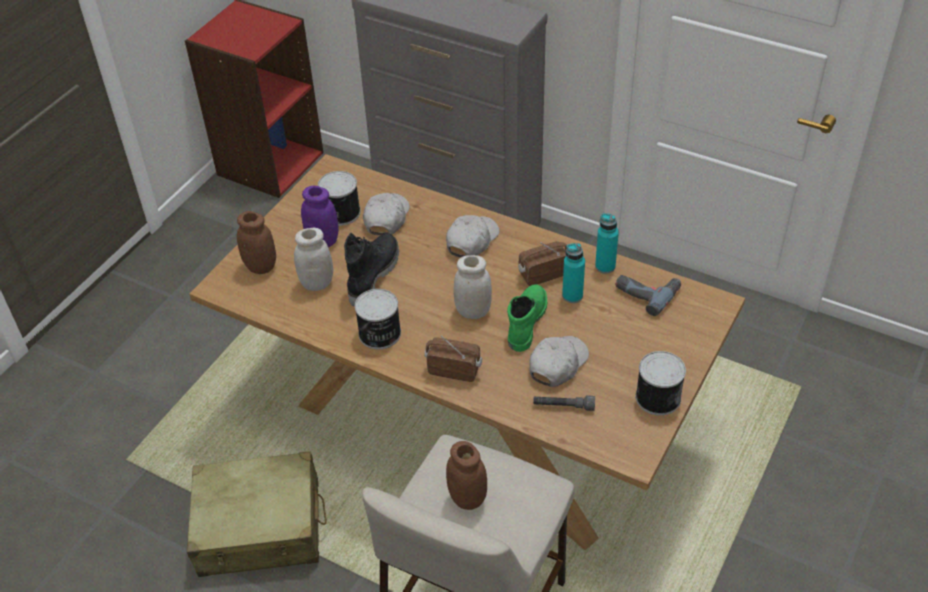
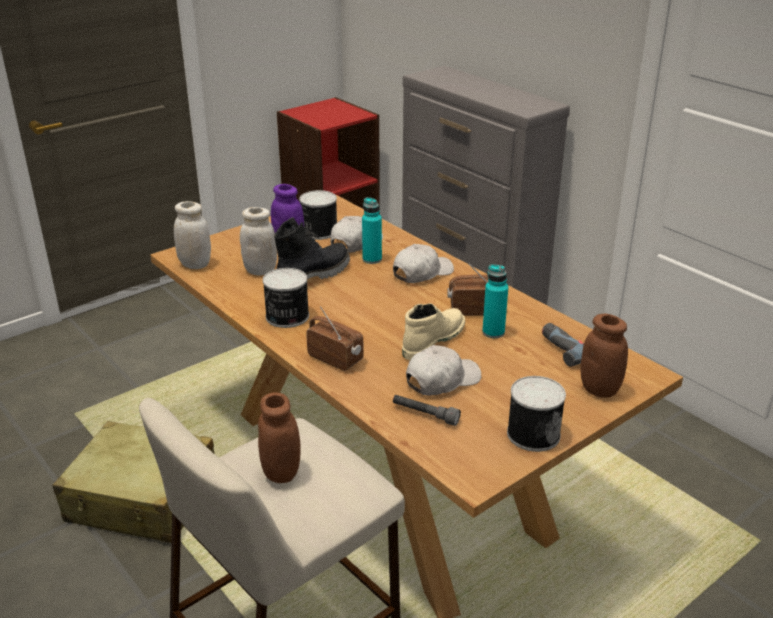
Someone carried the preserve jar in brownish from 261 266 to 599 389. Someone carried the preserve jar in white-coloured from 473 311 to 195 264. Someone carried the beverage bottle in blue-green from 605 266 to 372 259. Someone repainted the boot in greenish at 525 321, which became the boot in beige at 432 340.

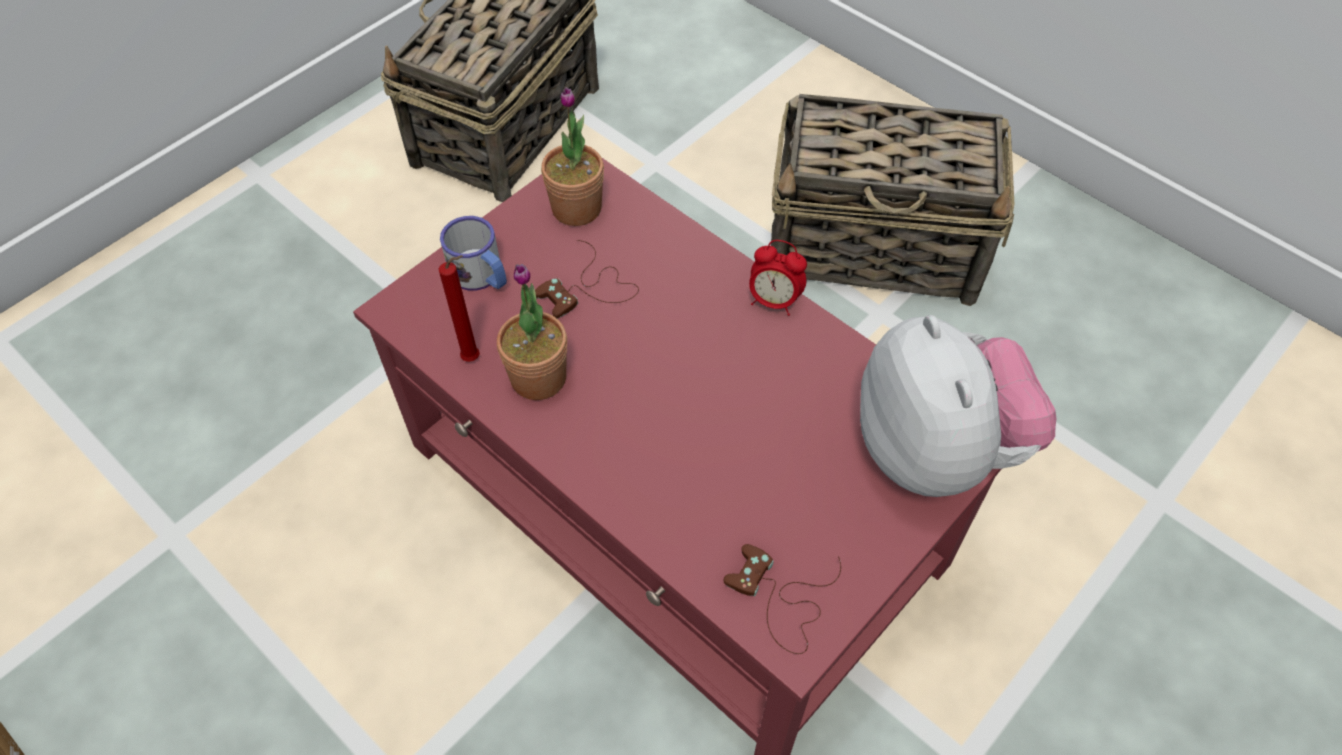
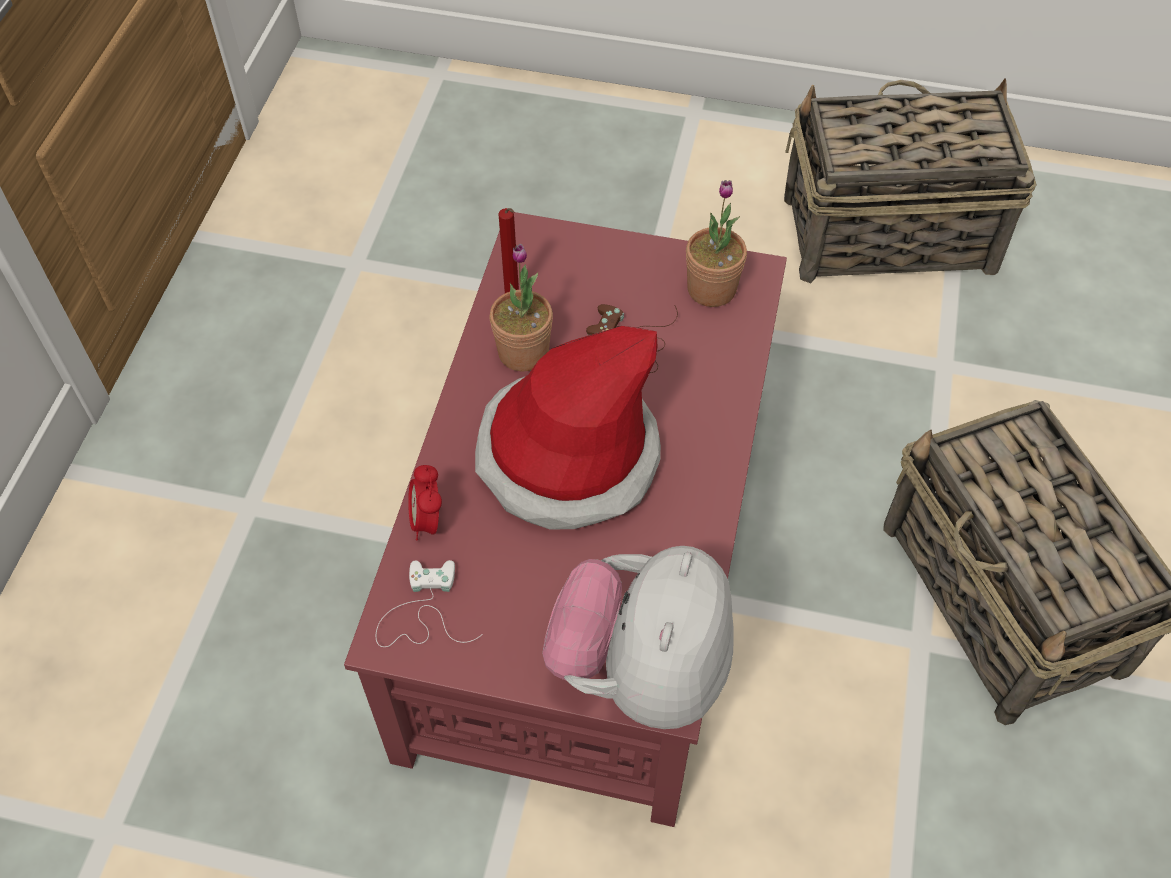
Someone took away the mug at 481 276. Someone put down the wearable hat at 568 456. Someone carried the alarm clock from 773 301 to 428 521. Someone repainted the game controller in brownish at 781 599, which became the game controller in white-coloured at 422 612. Someone rotated the plush toy at 936 450 by 150 degrees clockwise.

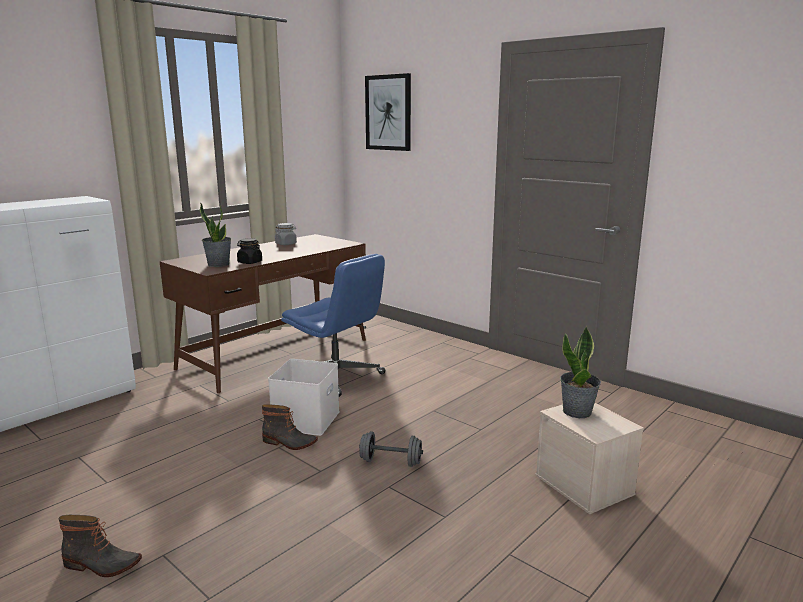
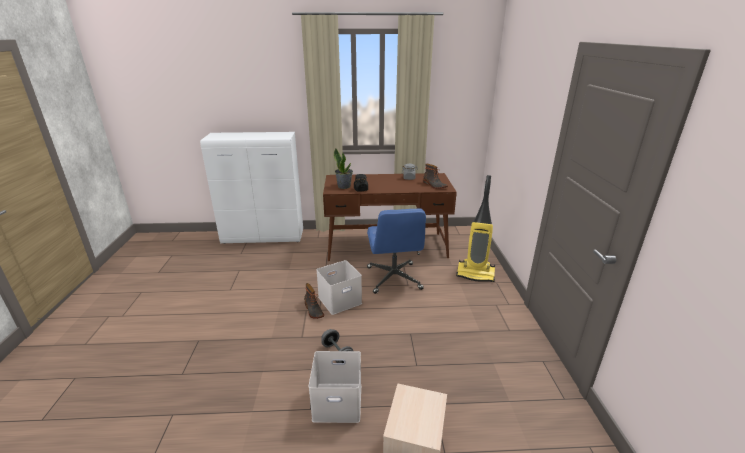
Someone took away the wall picture at 388 112. Someone took away the plant in a pot at 577 412. Someone put down the storage container in white-coloured at 336 403. Someone put down the hoover at 475 274. Someone carried the boot from 101 565 to 434 186.

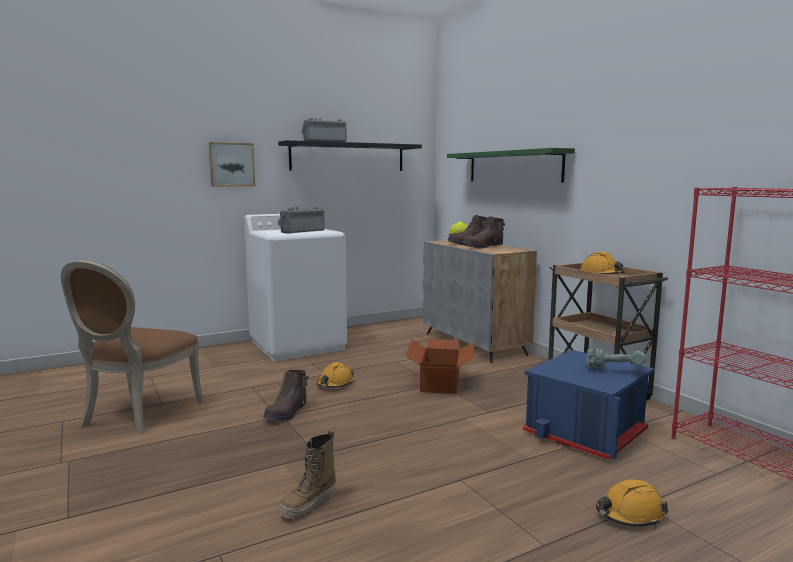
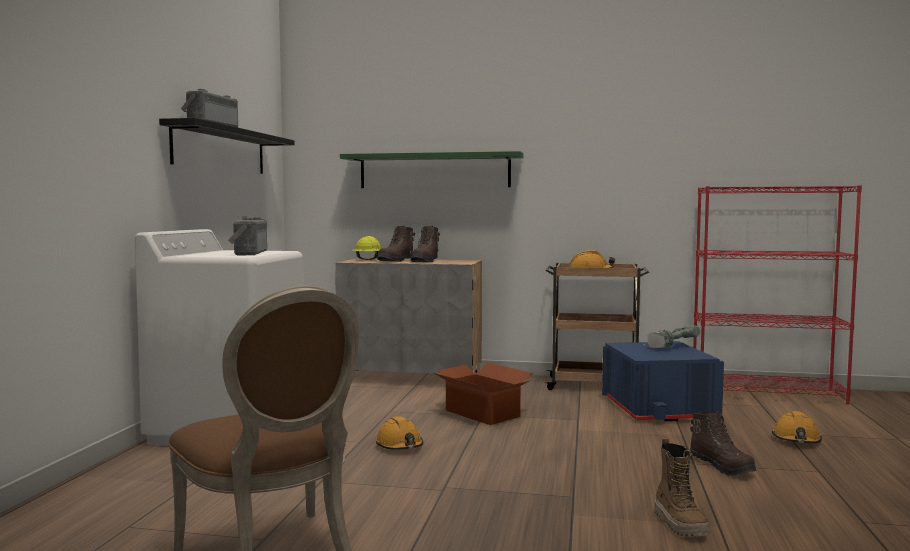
Someone took away the wall picture at 231 164. Someone carried the boot in brownish from 287 413 to 722 466.

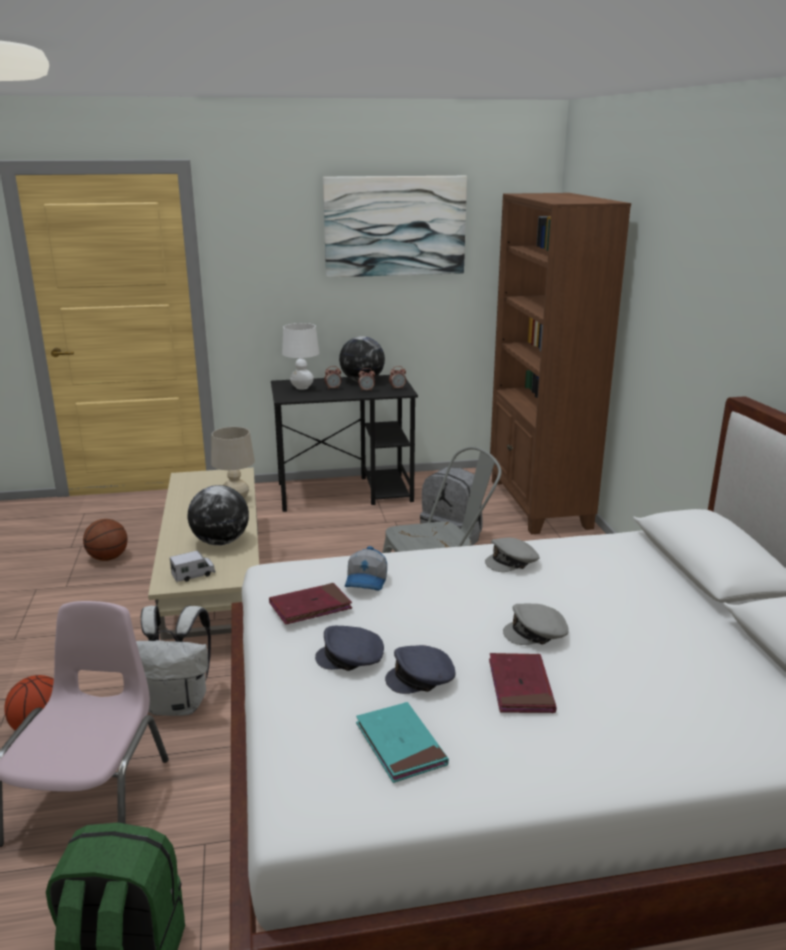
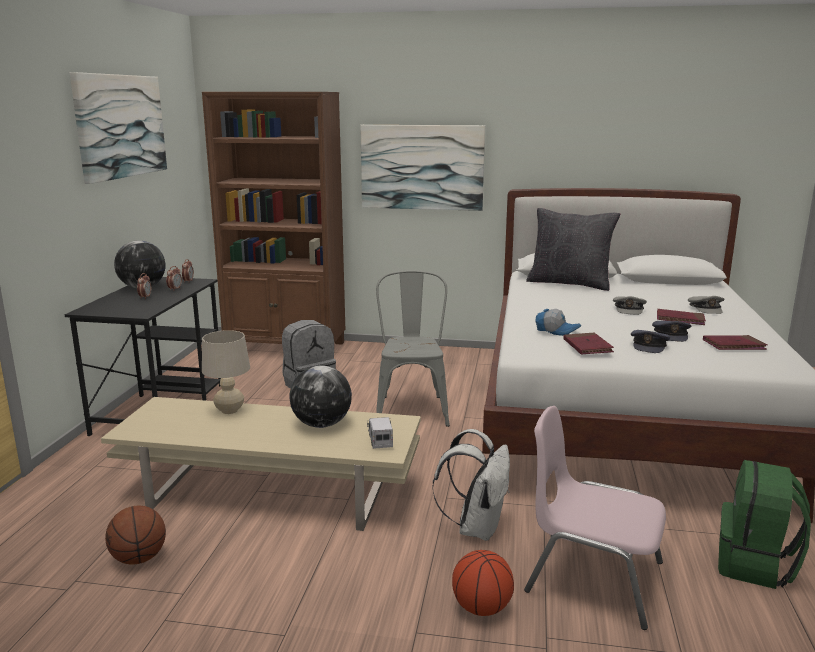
Someone took away the lamp for a table in white-coloured at 302 387. Someone put up the wall picture at 422 167. Someone put down the pillow in black-coloured at 569 283. Someone carried the baseball cap in grey from 512 561 to 705 308. Someone repainted the bound book in blue-green at 400 745, which became the bound book in red at 734 345.

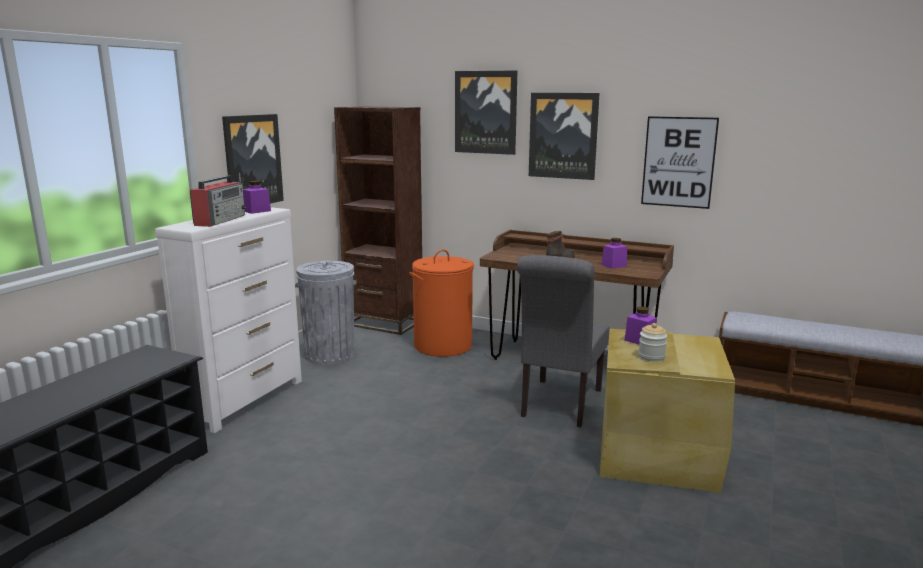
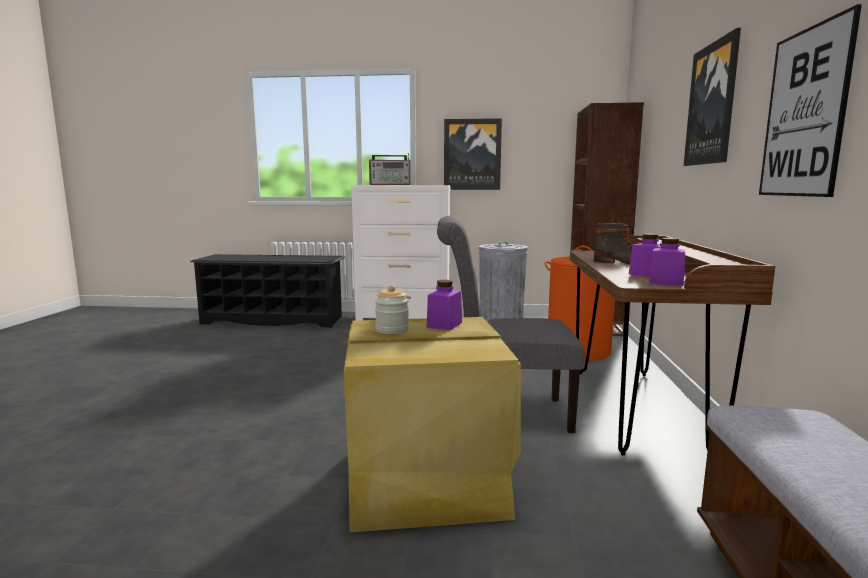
Someone took away the wall picture at 486 112. Someone carried the preserve jar in purple from 257 211 to 666 282.

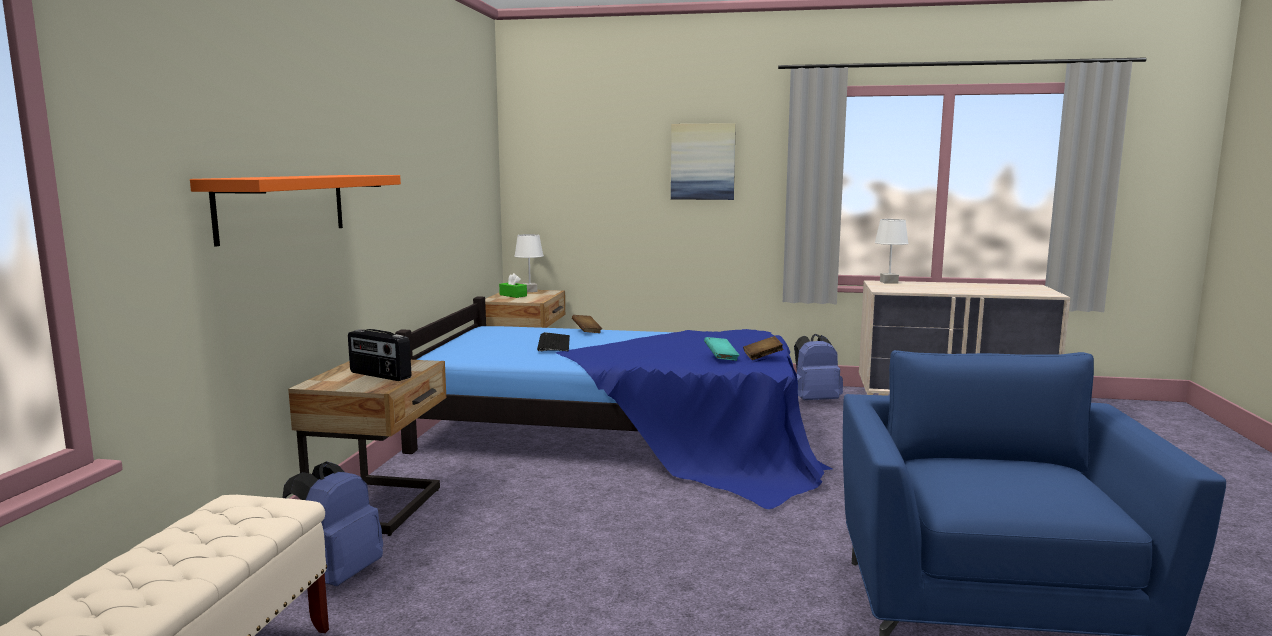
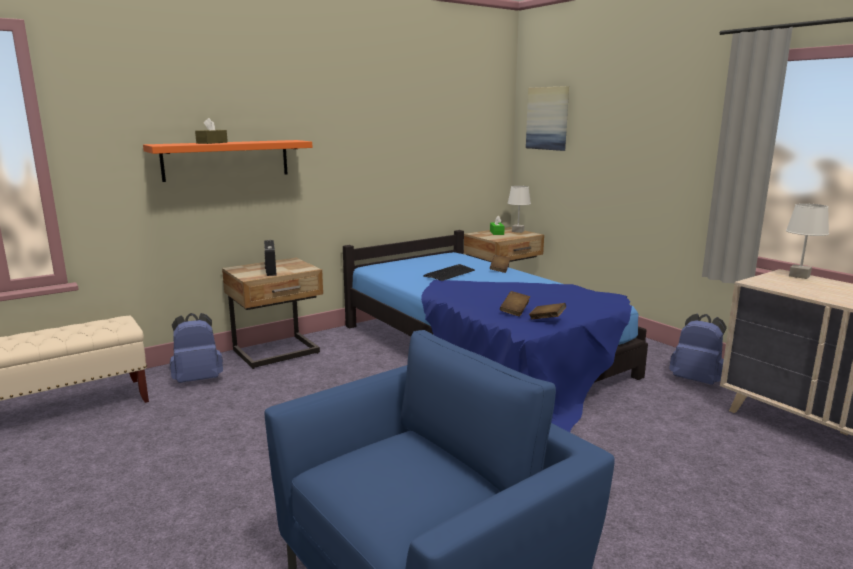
Someone put down the tissue holder in brownish at 212 143. Someone carried the wall picture from 703 162 to 547 118. Someone repainted the bound book in blue-green at 721 358, which became the bound book in brownish at 514 311.

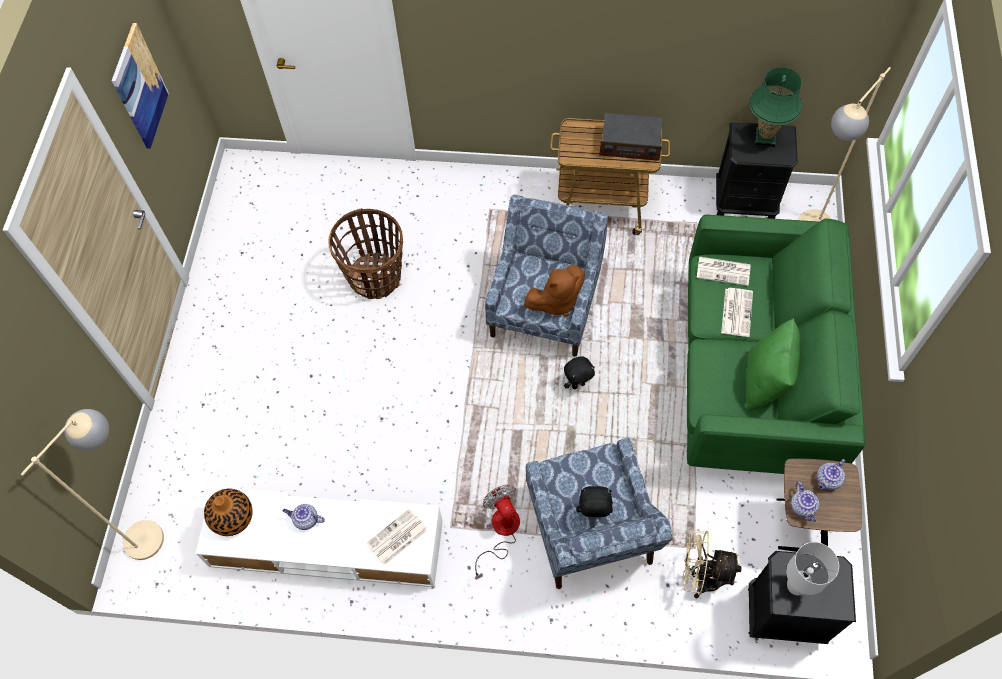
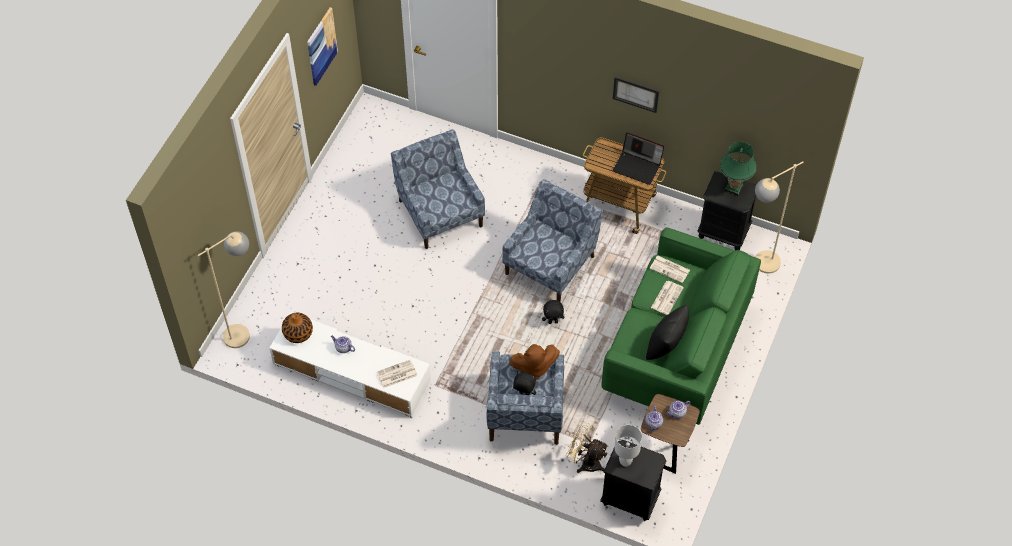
Someone took away the cooling fan at 501 532. Someone put up the wall picture at 636 94. Someone carried the plush toy in brownish from 556 301 to 534 367. Someone swapped the storage basket at 375 277 for the armchair in bluish at 440 212. Someone swapped the radio set at 630 143 for the notebook computer at 638 166. Someone repainted the pillow in greenish at 765 381, which became the pillow in black-coloured at 666 345.

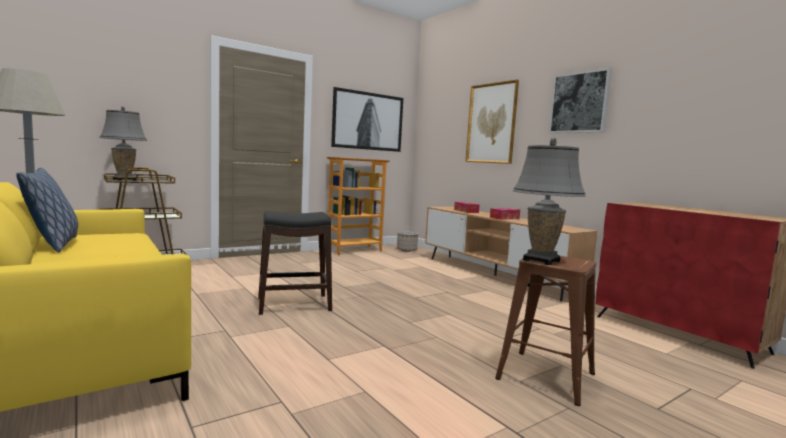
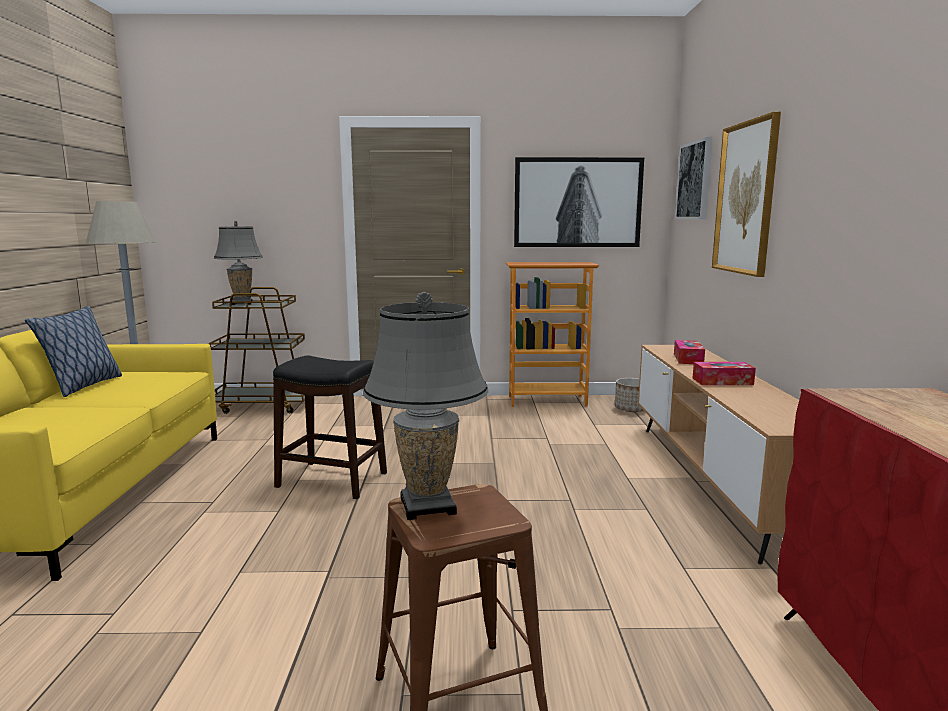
Someone carried the wall picture from 579 102 to 695 180.

